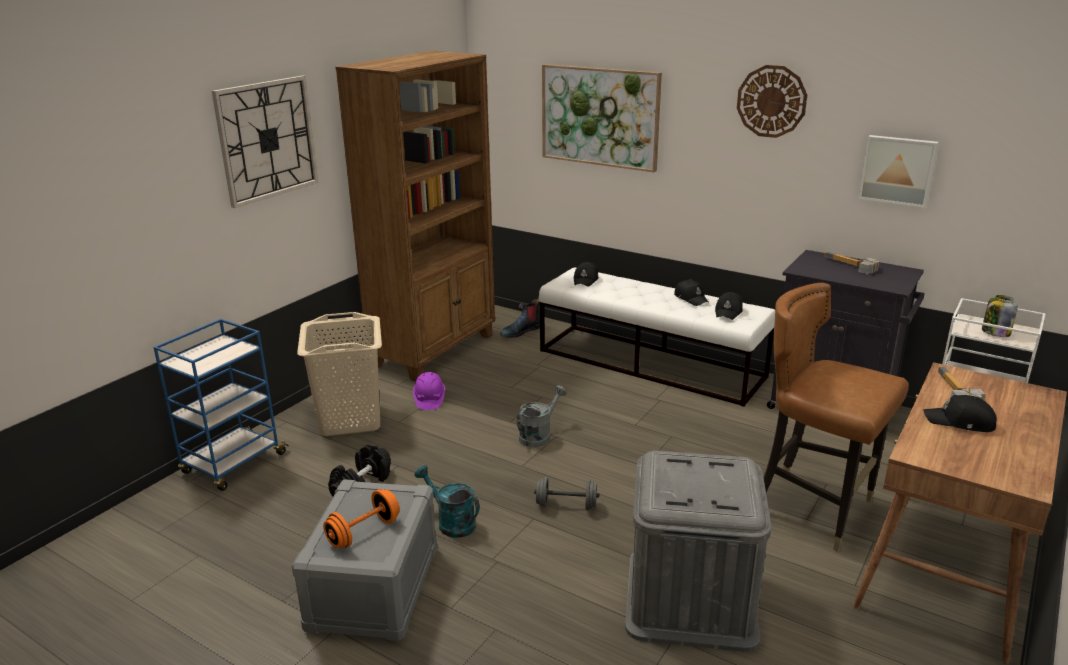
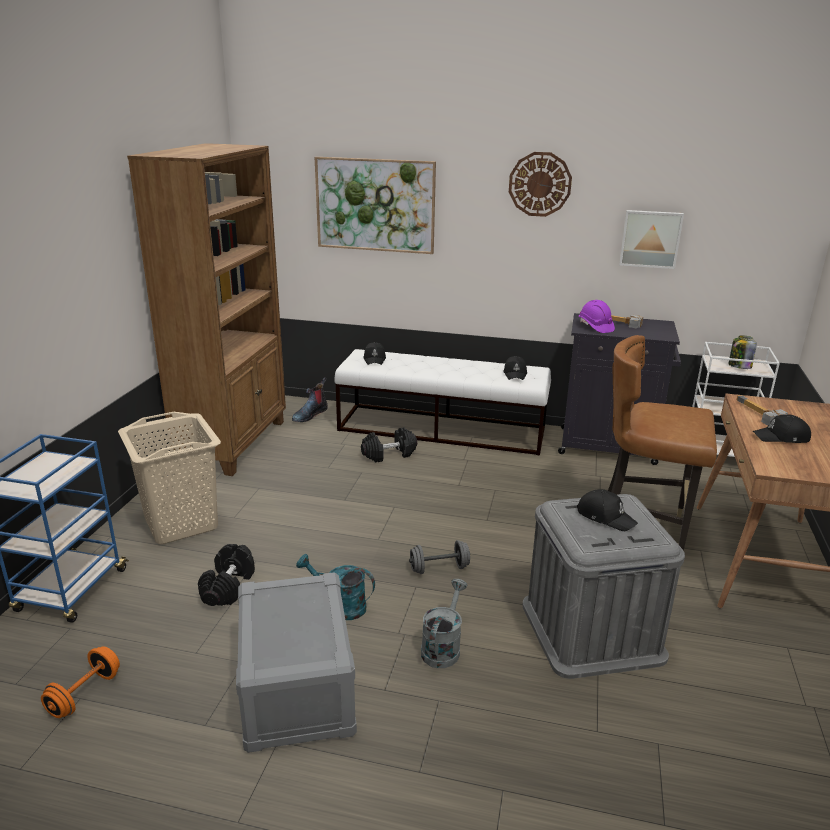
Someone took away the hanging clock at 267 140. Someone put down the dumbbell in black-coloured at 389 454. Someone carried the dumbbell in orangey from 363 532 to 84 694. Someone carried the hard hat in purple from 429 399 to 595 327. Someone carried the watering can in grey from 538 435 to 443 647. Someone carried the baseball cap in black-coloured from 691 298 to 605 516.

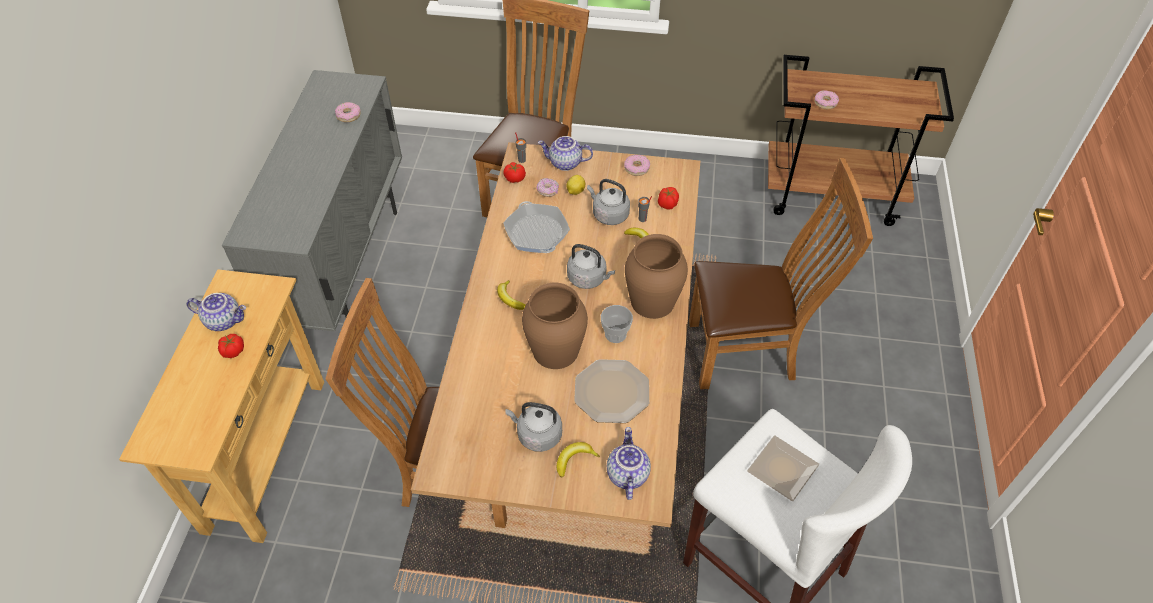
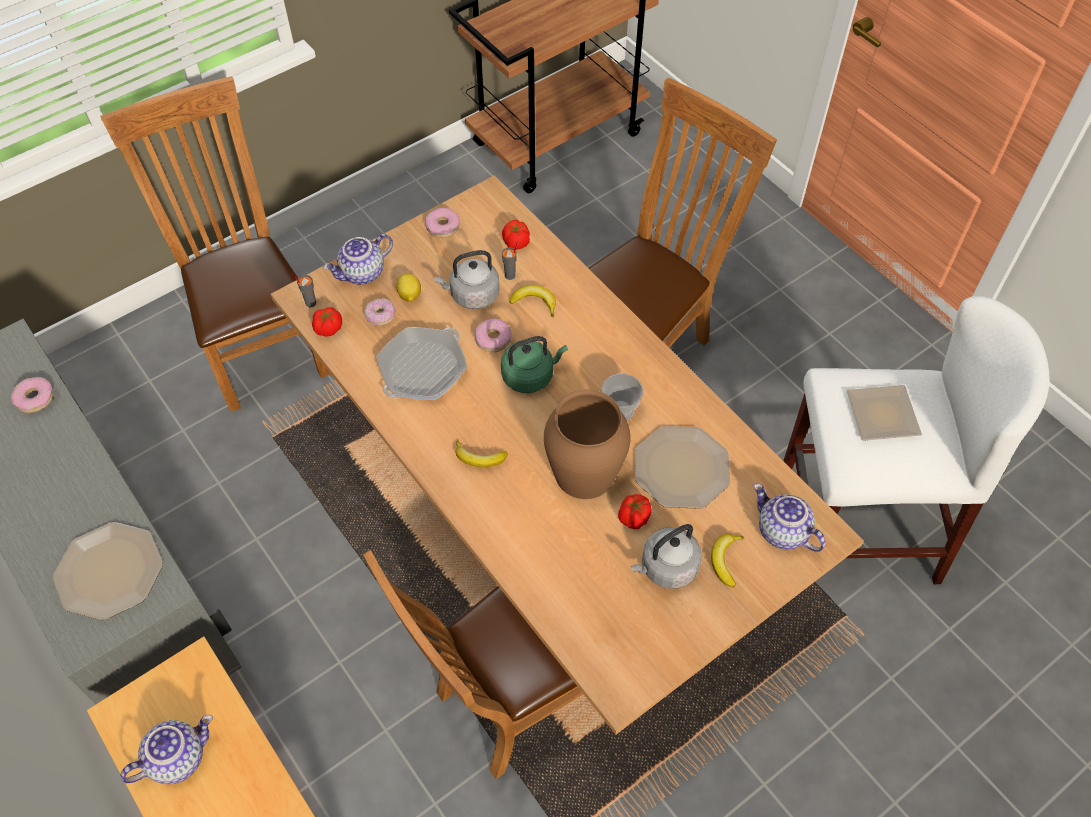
Someone took away the vase in brownish at 653 301. Someone put down the flat dish at 108 571. Someone carried the fresh tomato from 233 351 to 633 518. Someone carried the donut from 825 103 to 493 339. Someone repainted the tea kettle in grey at 588 278, which became the tea kettle in greenish at 530 376. Someone rotated the pan at 536 233 by 105 degrees clockwise.

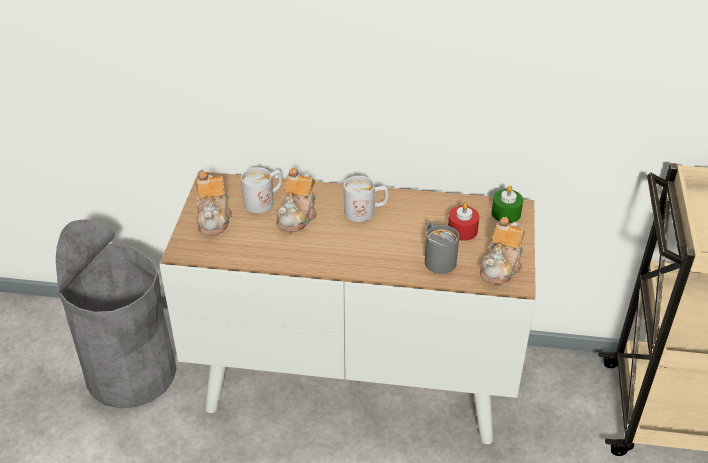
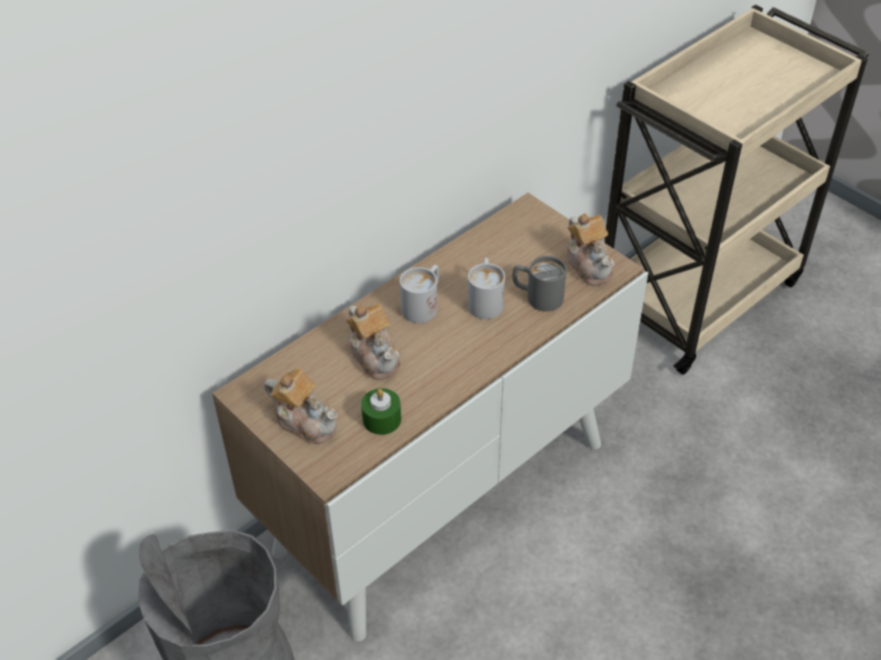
Someone took away the wax light in red at 462 230. Someone carried the mug in white-coloured from 264 201 to 485 300. Someone carried the wax light in greenish from 506 213 to 381 419.

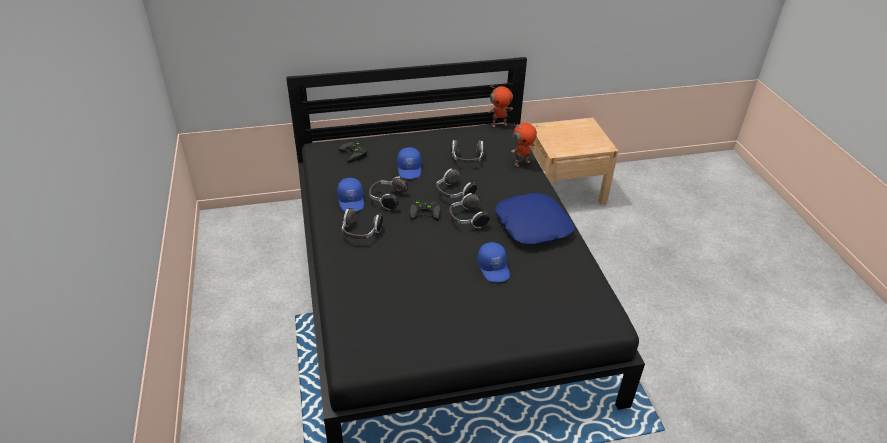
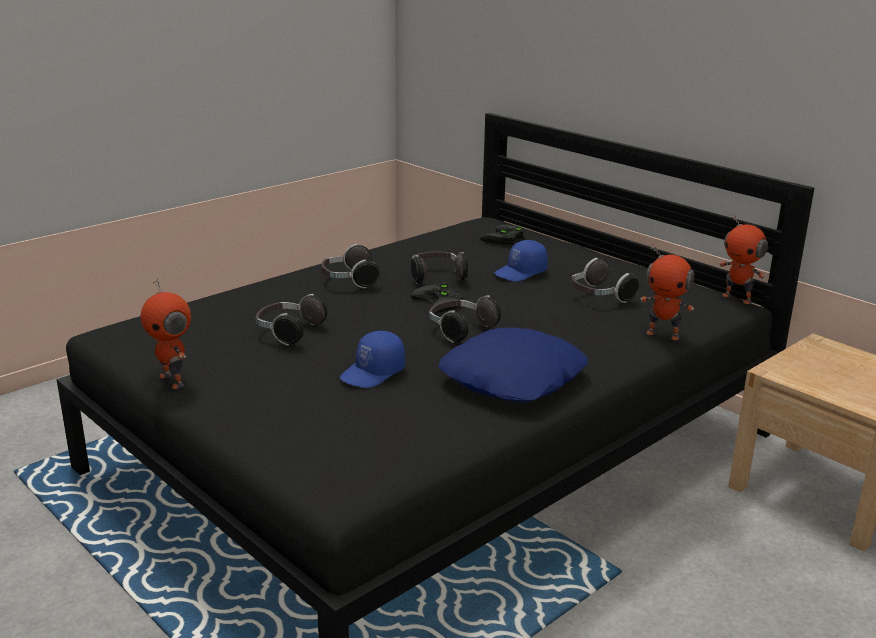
Someone took away the baseball cap in bluish at 351 201. Someone put down the robot figure at 173 380. Someone carried the headphones from 453 193 to 288 332.

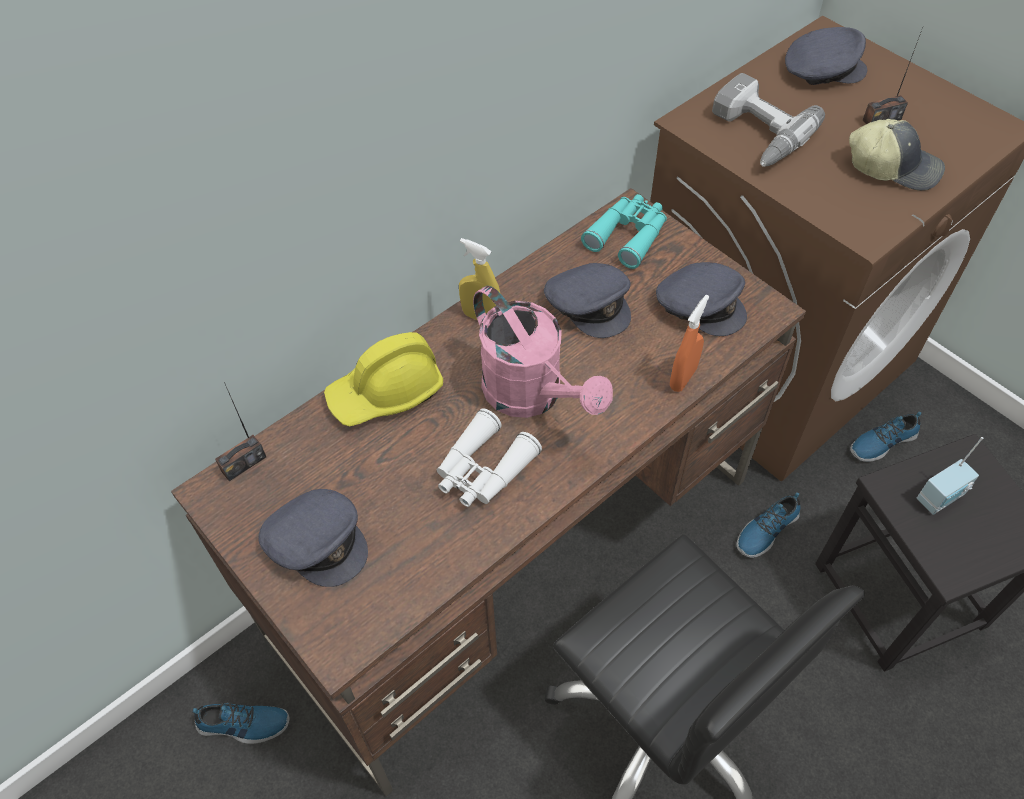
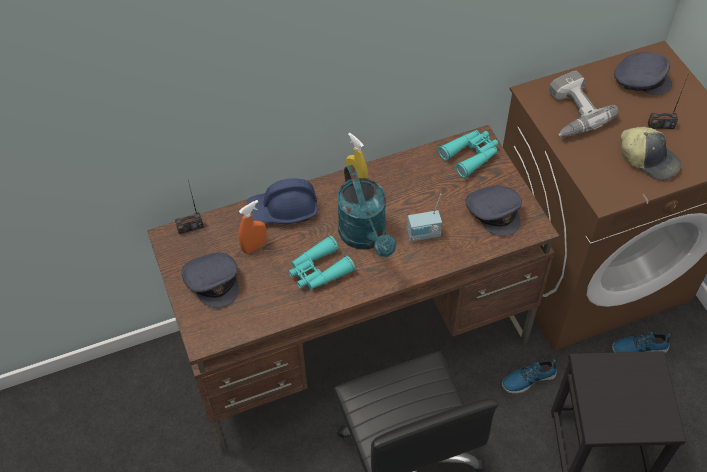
Someone took away the low shoe at 243 725. Someone took away the baseball cap in grey at 589 304. Someone carried the hand sprayer in orangey from 683 378 to 254 246. Someone carried the radio set from 941 498 to 424 235. Someone repainted the hard hat in yellow at 386 392, which became the hard hat in bluish at 283 210. Someone repainted the field glasses in white-coloured at 483 470, which became the field glasses in blue-green at 318 271. Someone repainted the watering can in pink-coloured at 533 395, which became the watering can in blue-green at 366 237.

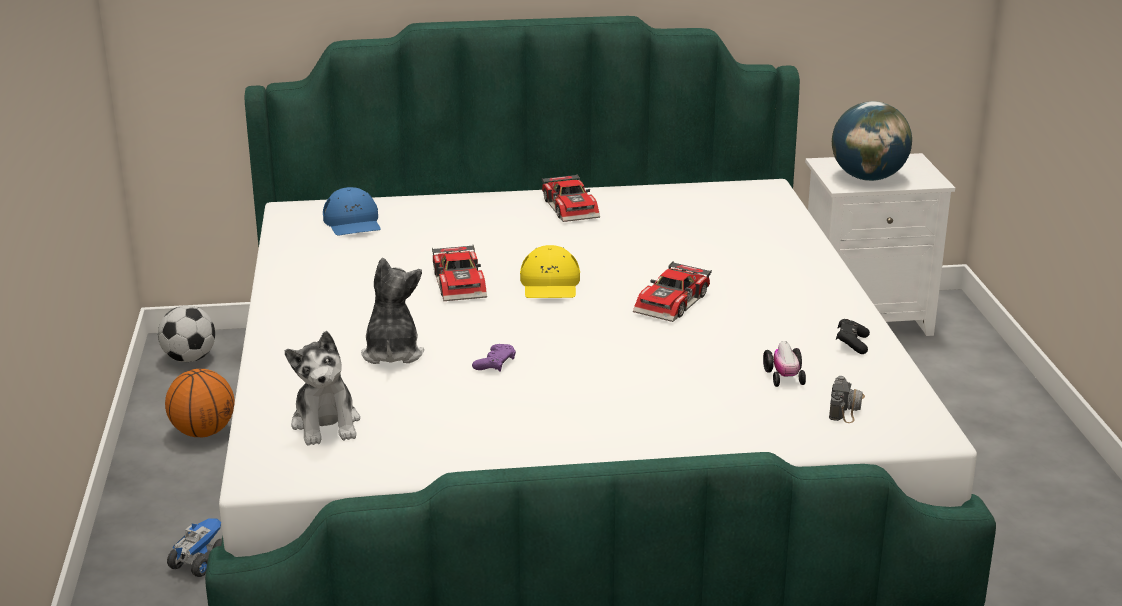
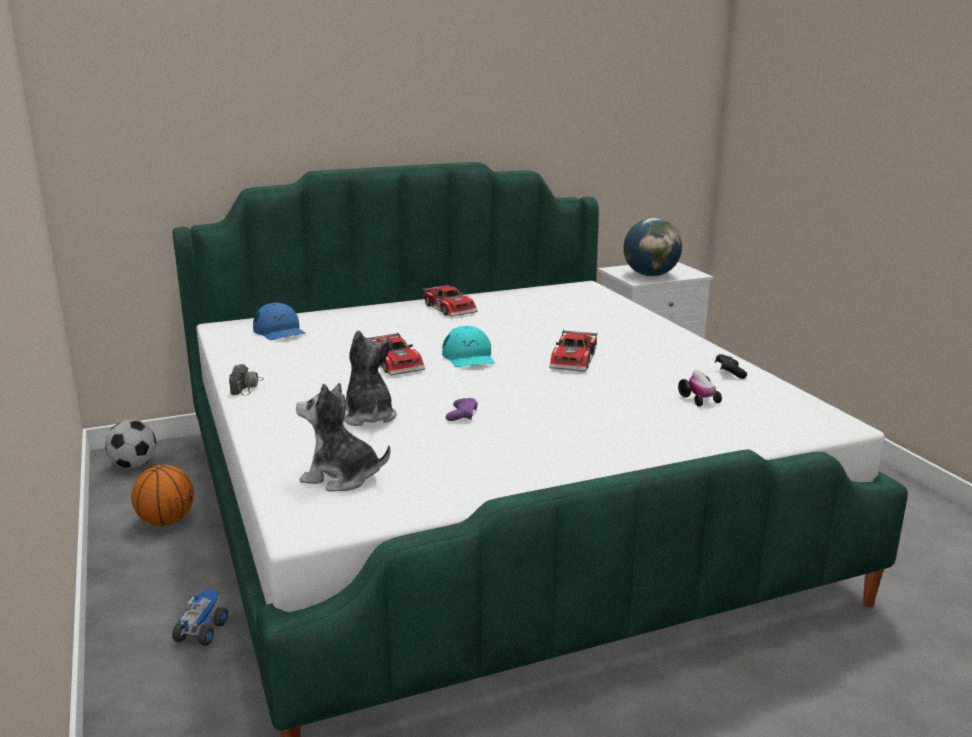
Someone carried the still camera from 846 407 to 247 386. Someone repainted the baseball cap in yellow at 550 284, which became the baseball cap in blue-green at 469 357. Someone rotated the plush toy at 326 424 by 135 degrees clockwise.

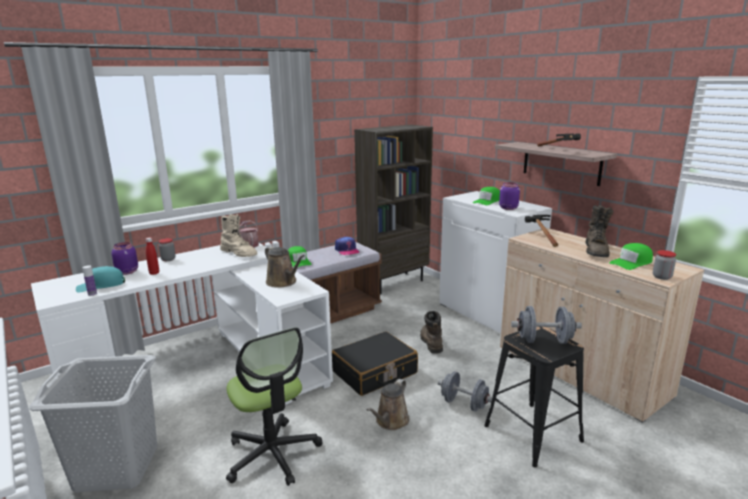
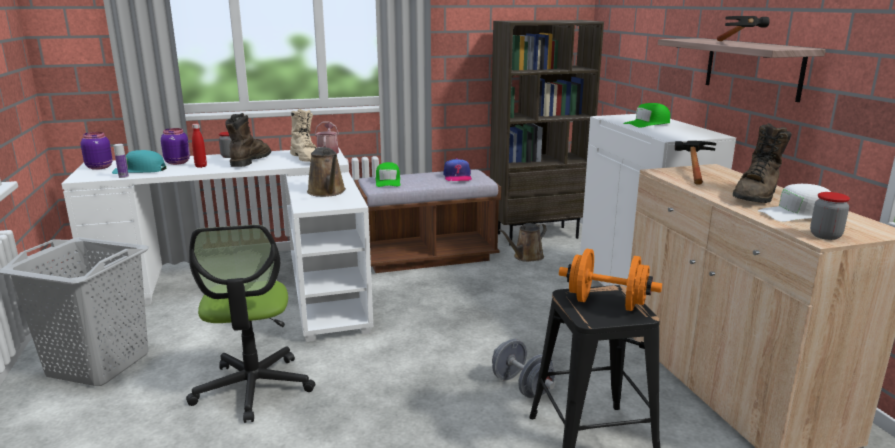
Someone took away the suitcase in black-coloured at 375 373. Someone carried the watering can in brownish from 390 421 to 526 257. Someone carried the boot in brownish from 430 342 to 250 161. Someone carried the preserve jar in purple from 508 208 to 99 167. Someone repainted the dumbbell in grey at 544 340, which became the dumbbell in orangey at 606 303. Someone repainted the baseball cap in greenish at 631 262, which became the baseball cap in white-coloured at 797 214.

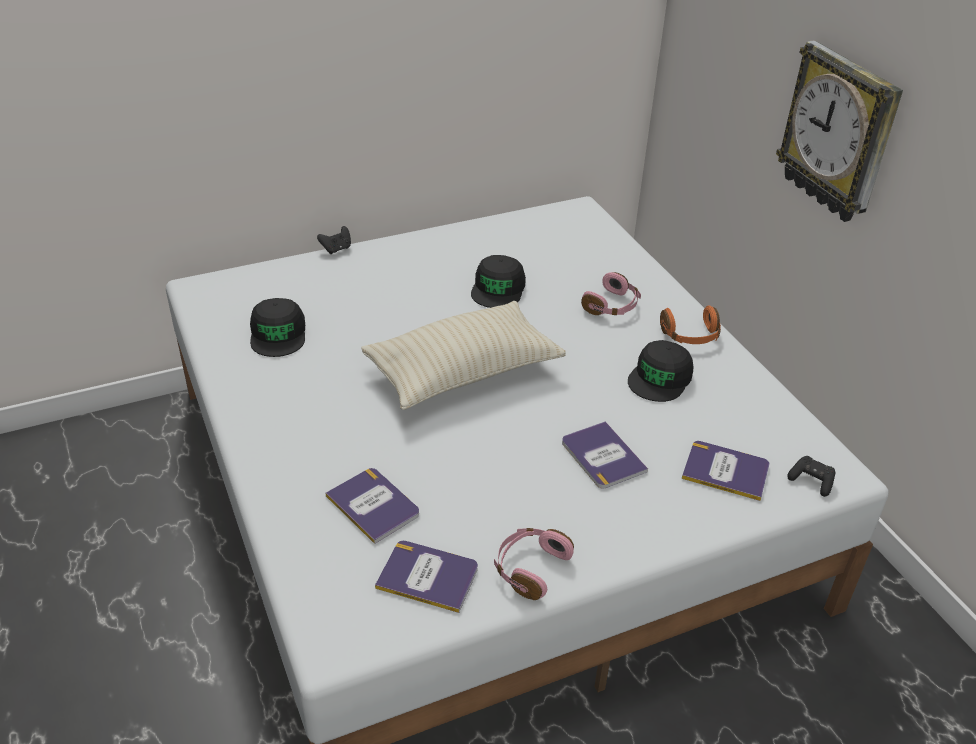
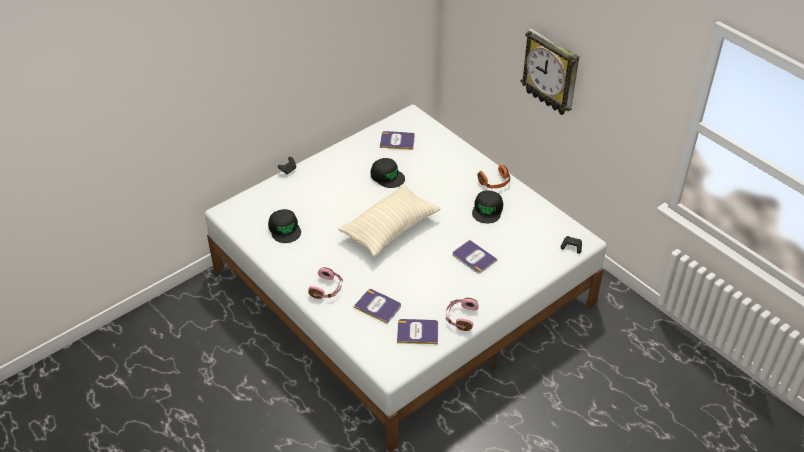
Someone carried the headphones in pink-coloured from 612 306 to 327 289. Someone carried the bound book from 725 471 to 397 141. Someone rotated the baseball cap in black-coloured at 498 289 by 45 degrees counterclockwise.

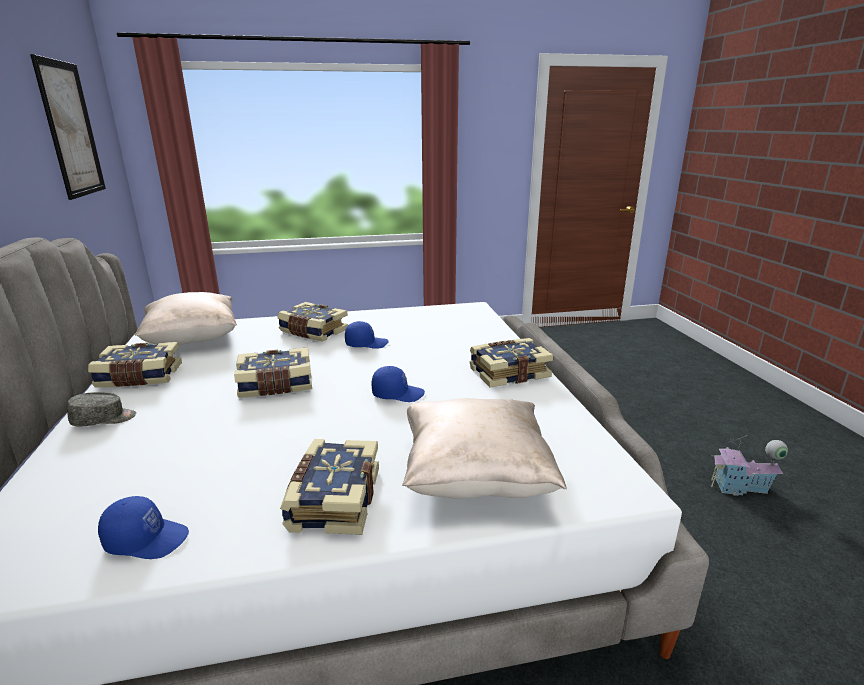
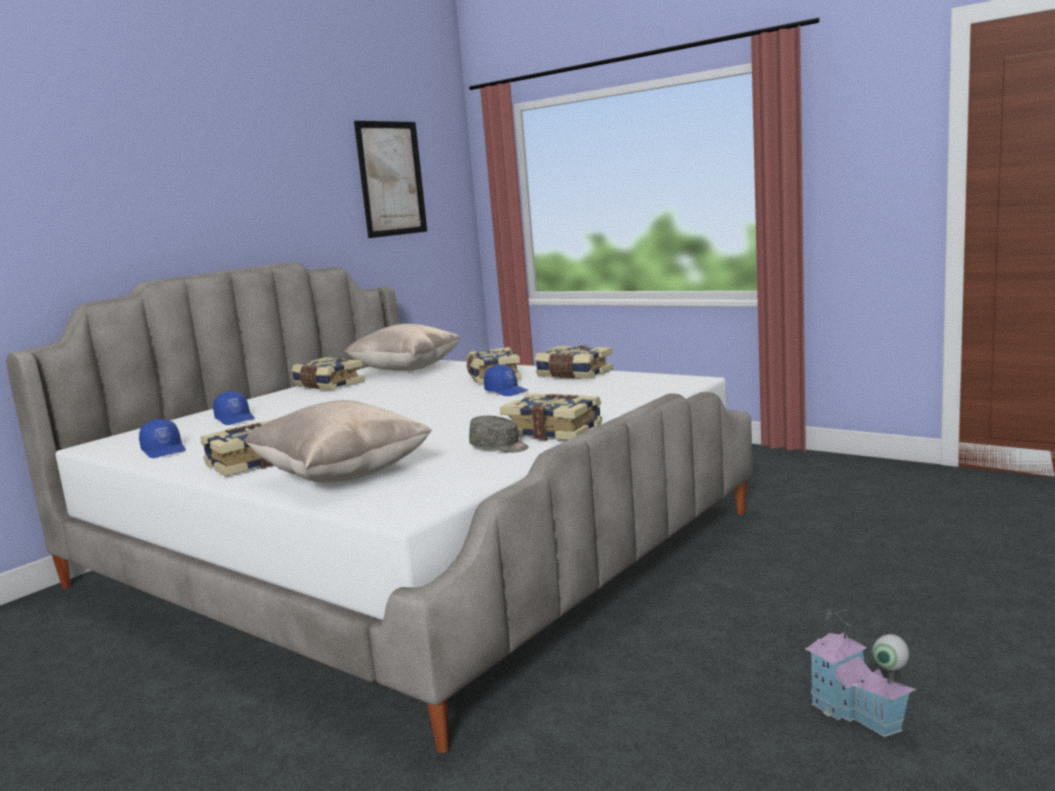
Someone carried the baseball cap in grey from 104 419 to 499 447. Someone carried the bound book from 276 385 to 574 375. Someone carried the baseball cap in bluish from 398 393 to 236 419.

